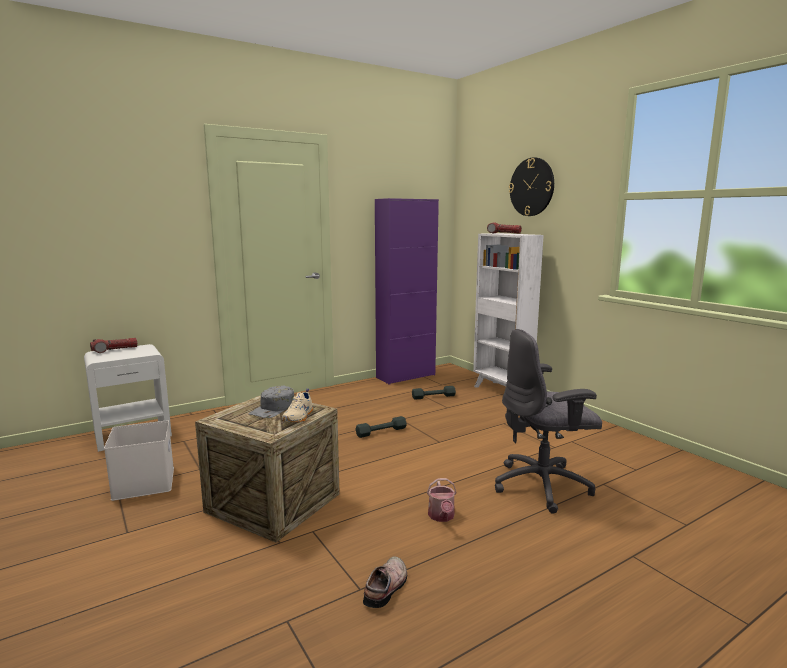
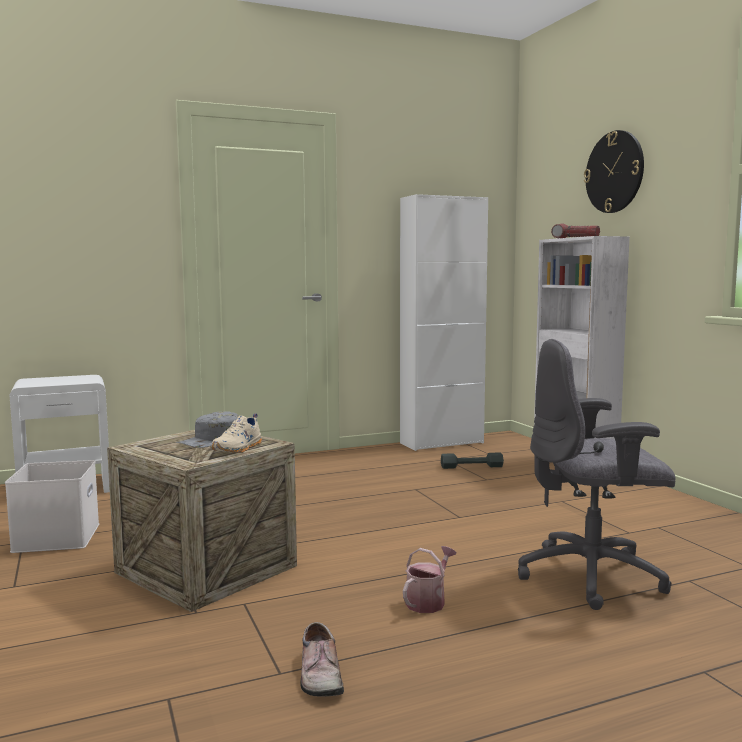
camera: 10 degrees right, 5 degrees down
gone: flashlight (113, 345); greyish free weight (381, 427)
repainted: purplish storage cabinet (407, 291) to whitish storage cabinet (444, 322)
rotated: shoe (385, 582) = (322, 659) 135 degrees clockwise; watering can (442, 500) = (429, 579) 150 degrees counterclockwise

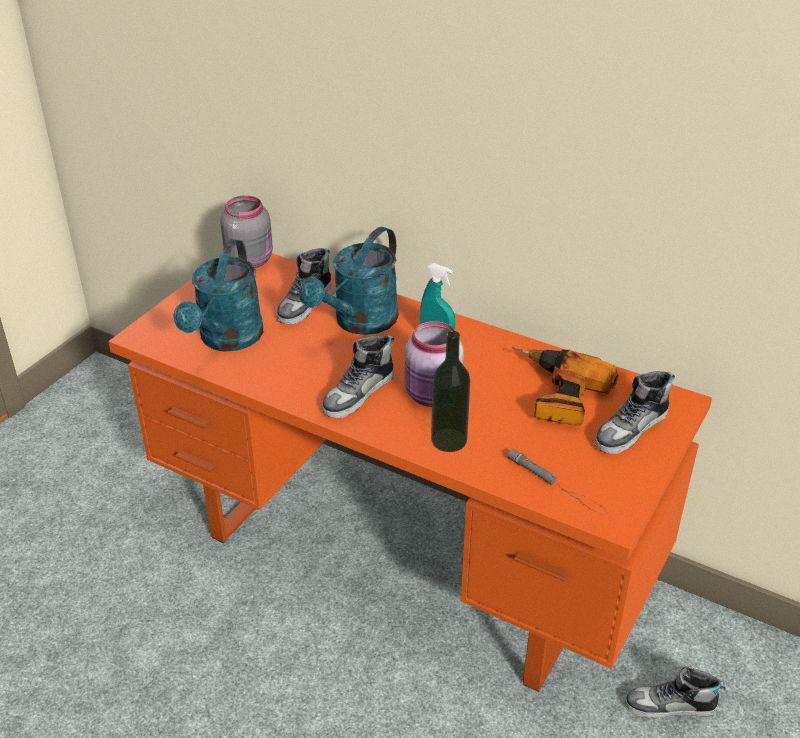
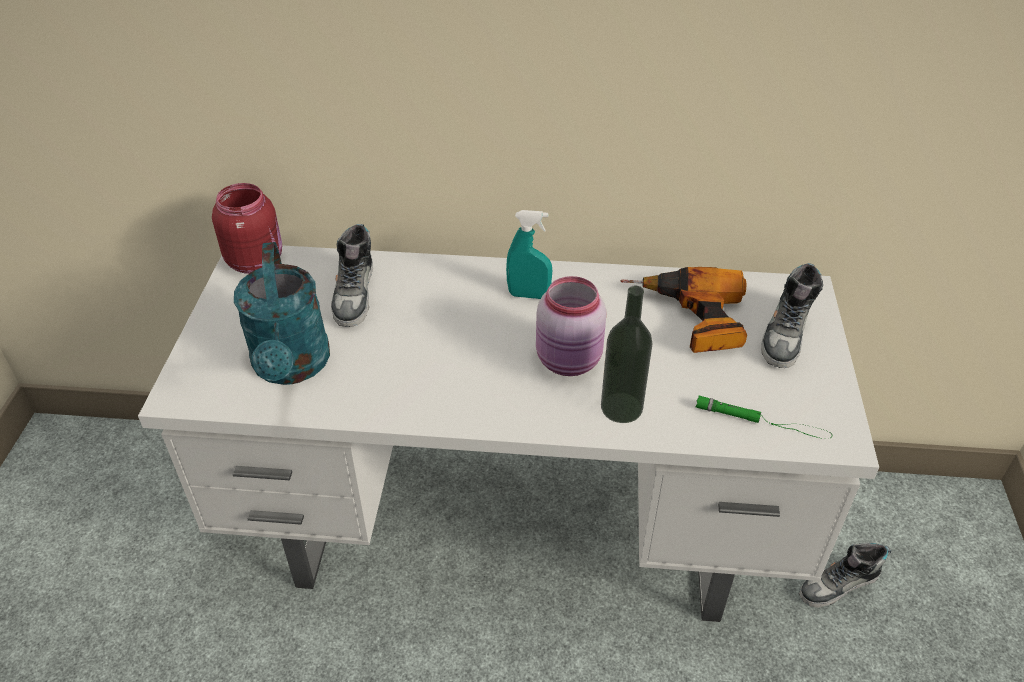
camera: 25 degrees left, 5 degrees up
gone: blue-green watering can (349, 281); shoe (358, 376)
repainted: orangey desk table (410, 472) to whitish desk table (508, 433); greyish jar (246, 231) to reddish jar (247, 228); greyish flashlight (556, 482) to green flashlight (763, 417)

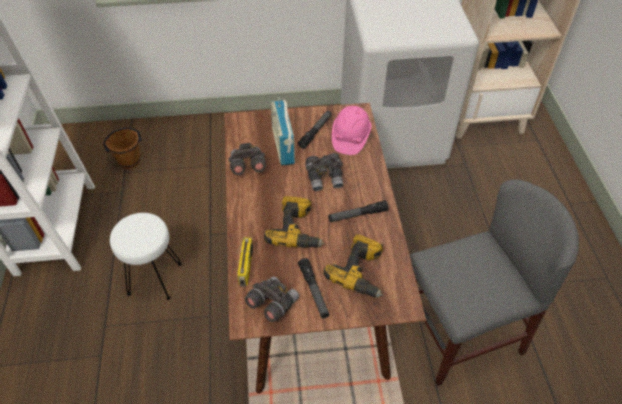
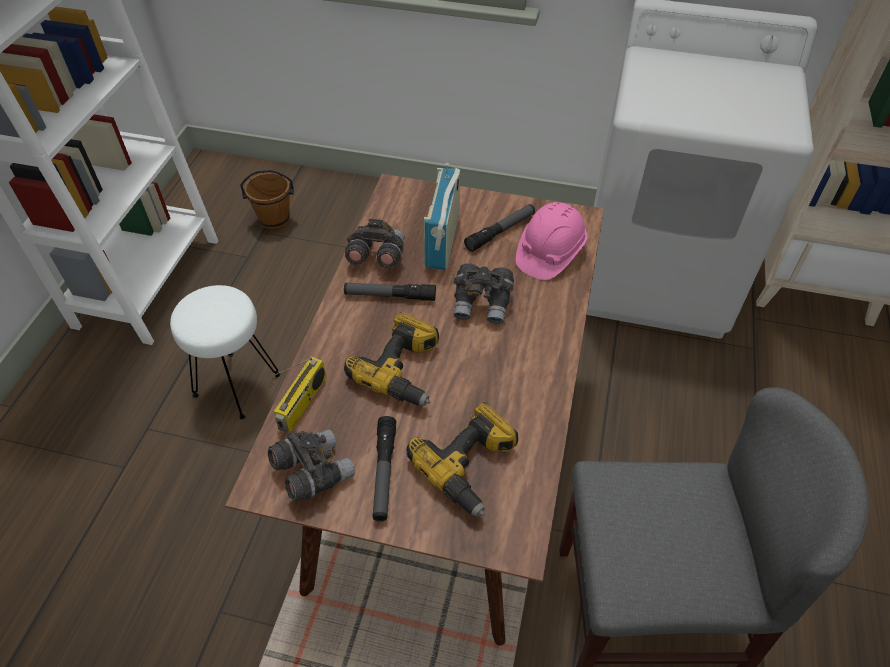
camera: 20 degrees right, 0 degrees up
shifted: flashlight (358, 211) to (390, 292)

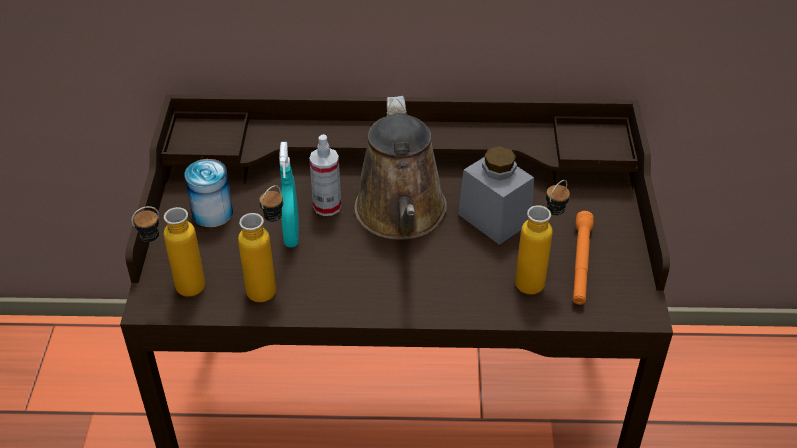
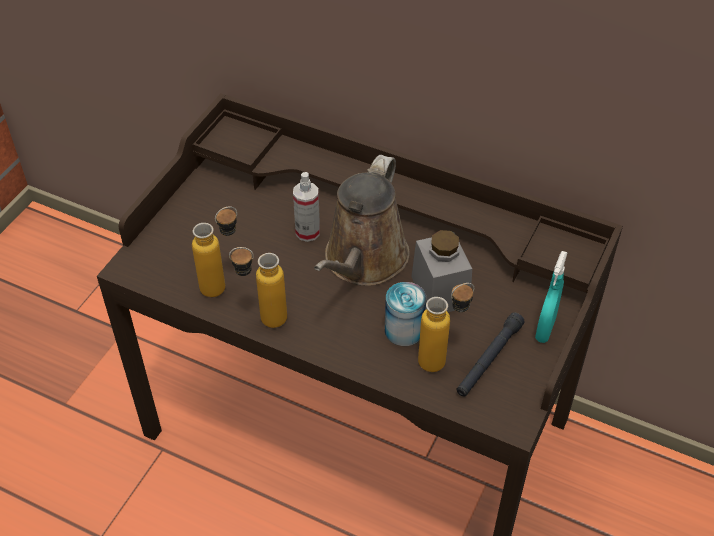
camera: 25 degrees right, 5 degrees up
shifted: bottle (168, 251) to (258, 287); metal can (208, 193) to (405, 314); blue-green sprayer (289, 194) to (551, 297)
repainted: orangey flashlight (583, 258) to black flashlight (490, 354)

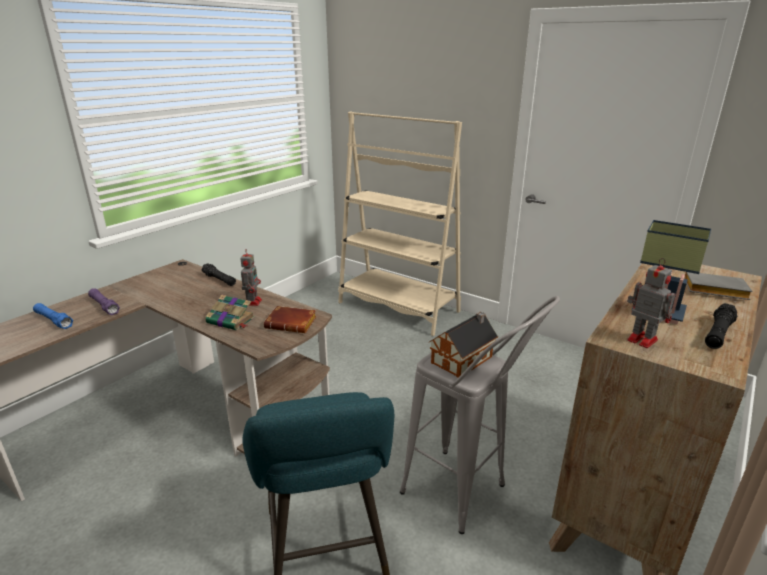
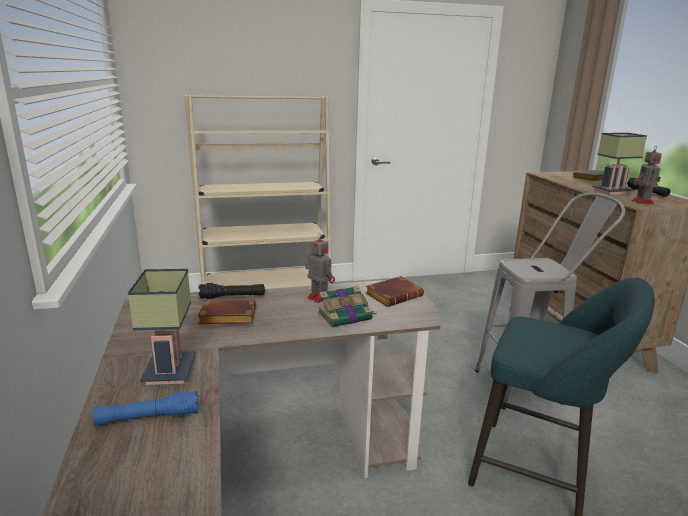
camera: 50 degrees left, 5 degrees down
gone: model house (463, 345)
new: brownish volume (227, 312)
swapped: purplish flashlight (104, 301) to tabletop lamp (162, 327)
rotated: toy robot (651, 303) = (647, 174) 90 degrees counterclockwise

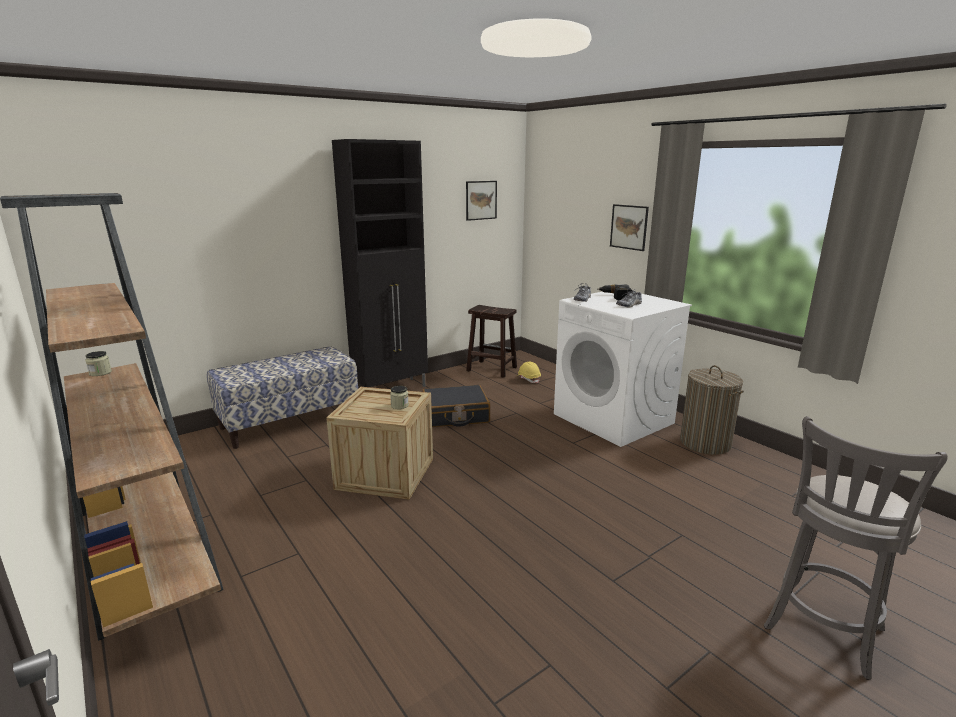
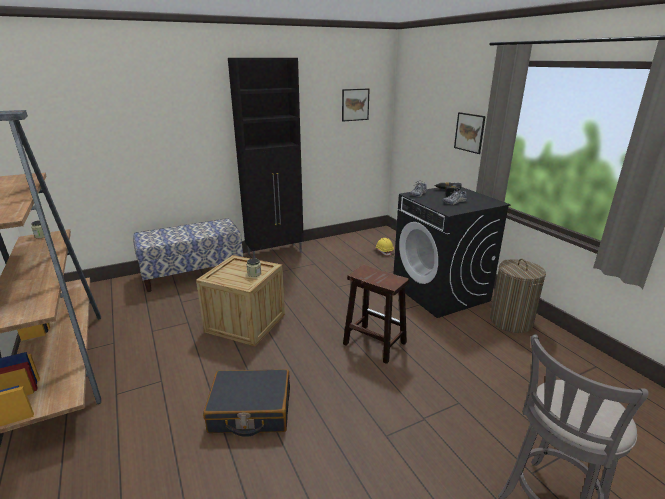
camera: 10 degrees right, 5 degrees up
shifted: black suitcase (456, 406) to (246, 403); brownish sitting stool (491, 341) to (376, 314)
repainted: whitish laundry appliance (623, 369) to black laundry appliance (452, 252)

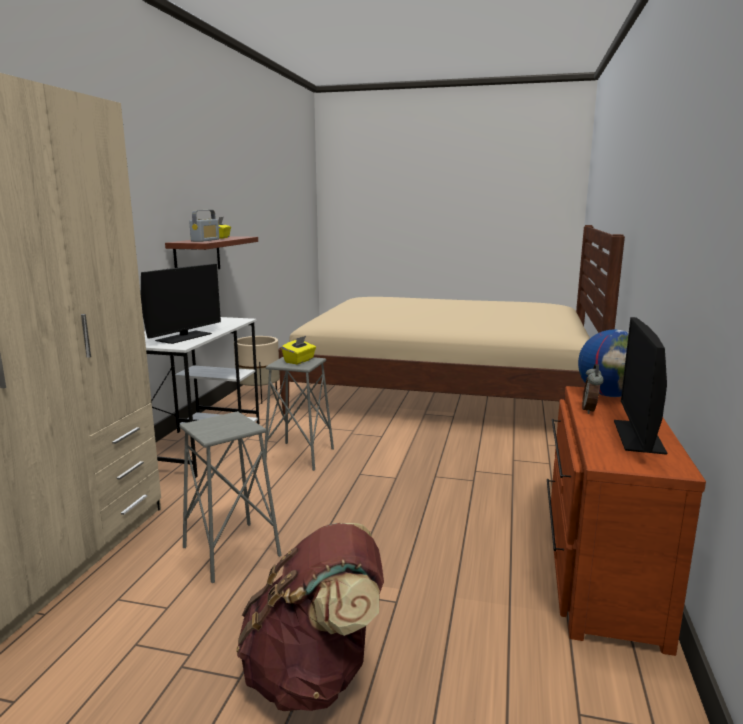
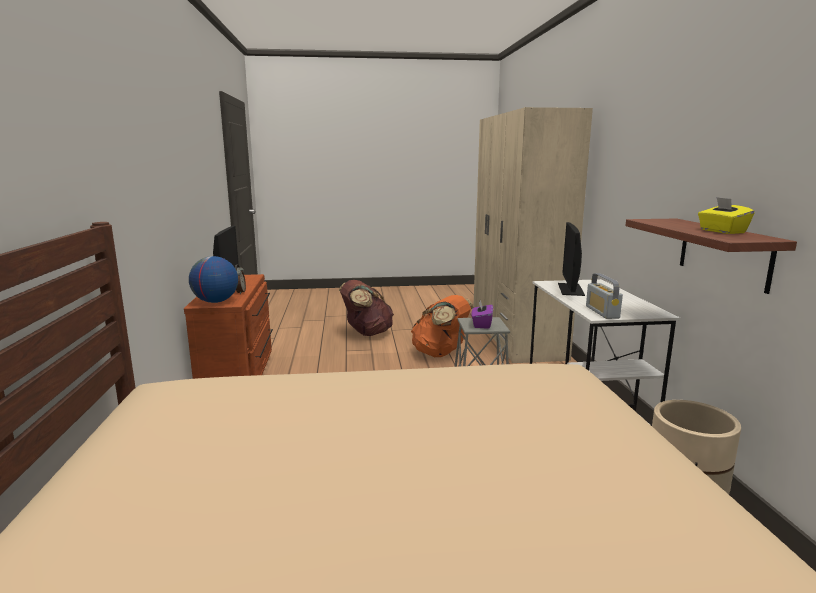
camera: 160 degrees right, 0 degrees up
shifted: radio (204, 226) to (604, 296)
swapped: greyish sitting stool (230, 497) to orangey rucksack (442, 326)
repainted: yellow-coloured tissue holder (298, 350) to purplish tissue holder (482, 314)

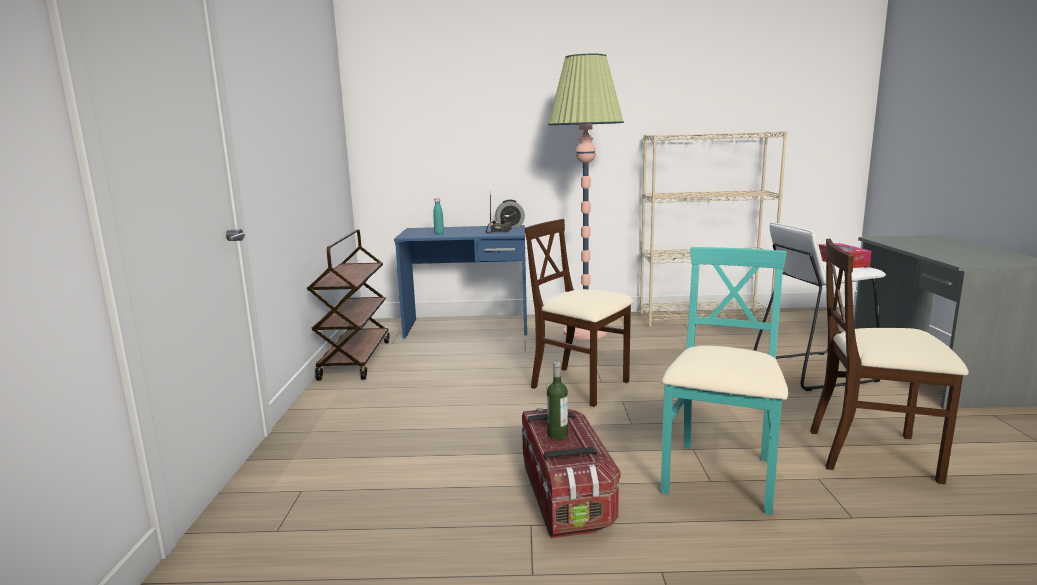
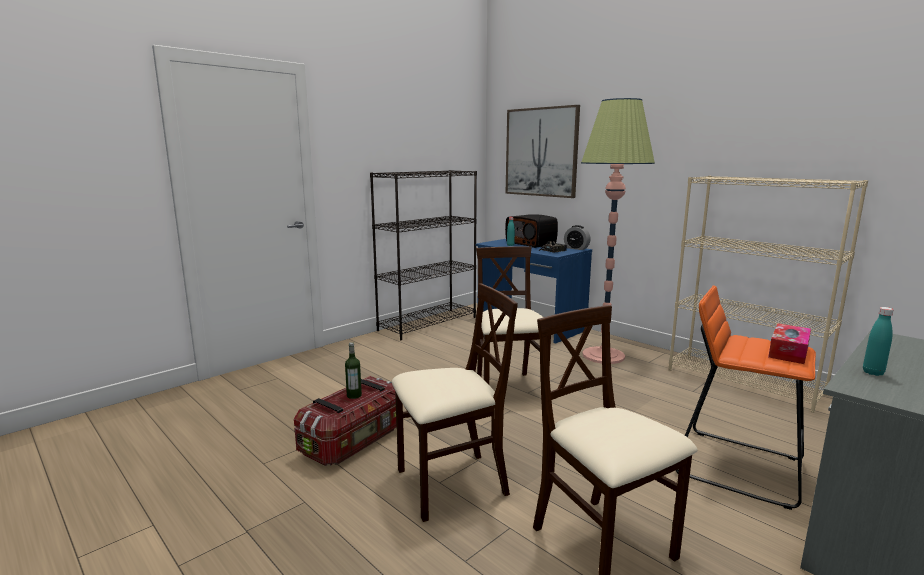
camera: 45 degrees right, 0 degrees up
new: radio (531, 231); picture (543, 151); blue-green bottle (878, 341)
swapped: brownish cart (348, 305) to black bookcase (423, 255)
repainted: blue-green plain chair (724, 381) to sand-coloured plain chair (455, 402); whitish sitting stool (820, 307) to orangey sitting stool (745, 397)

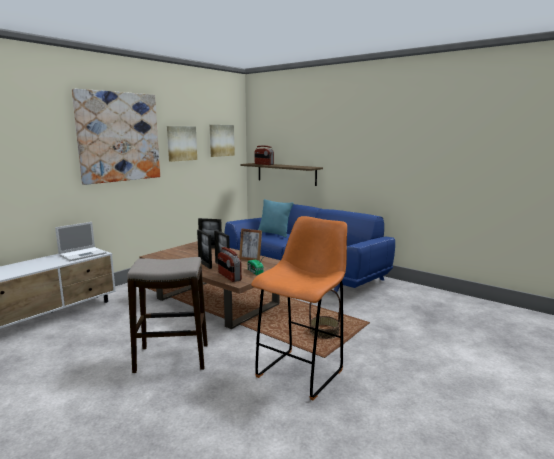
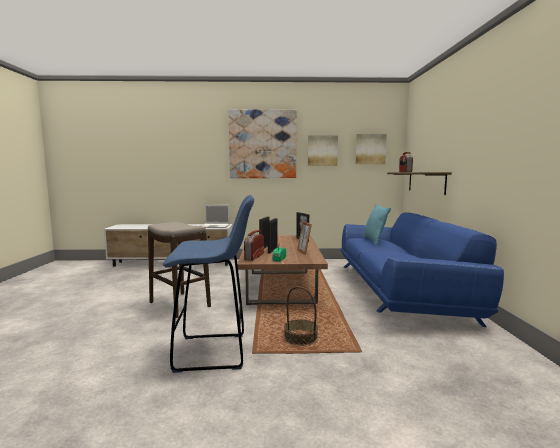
camera: 50 degrees right, 5 degrees down
repainted: orangey sitting stool (299, 308) to bluish sitting stool (208, 284)

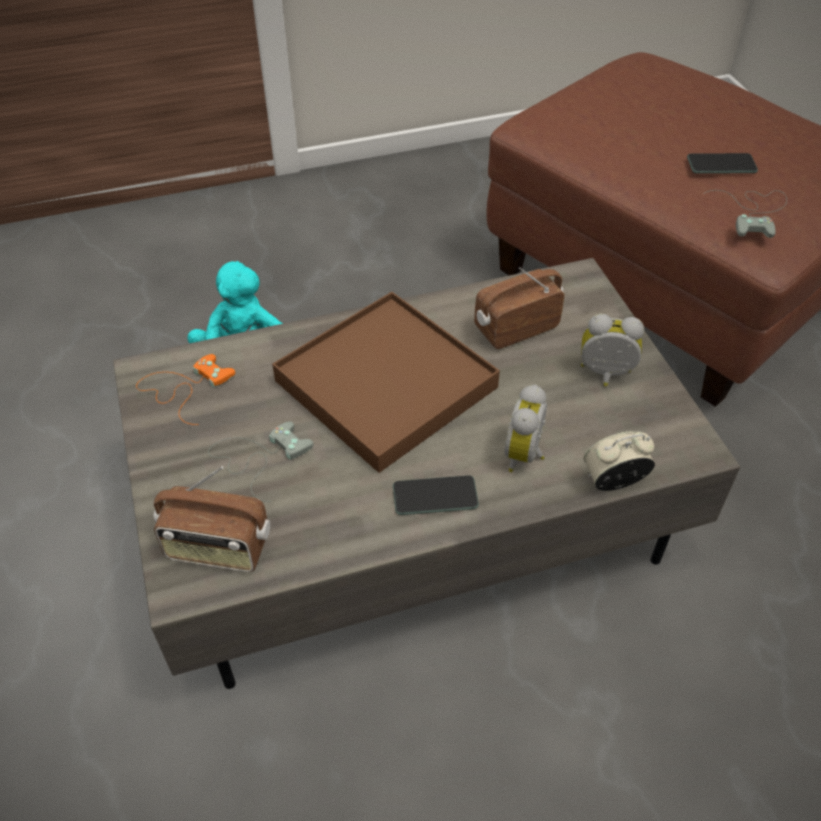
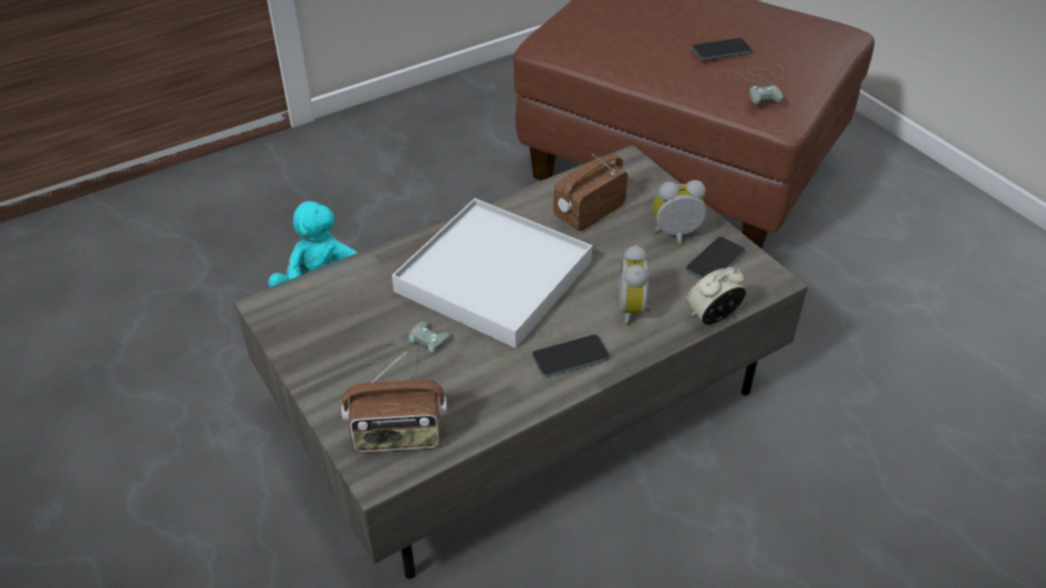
camera: 15 degrees left, 5 degrees down
gone: orangey game controller (185, 389)
new: handset (715, 258)
repainted: brownish serving tray (386, 382) to whitish serving tray (492, 273)

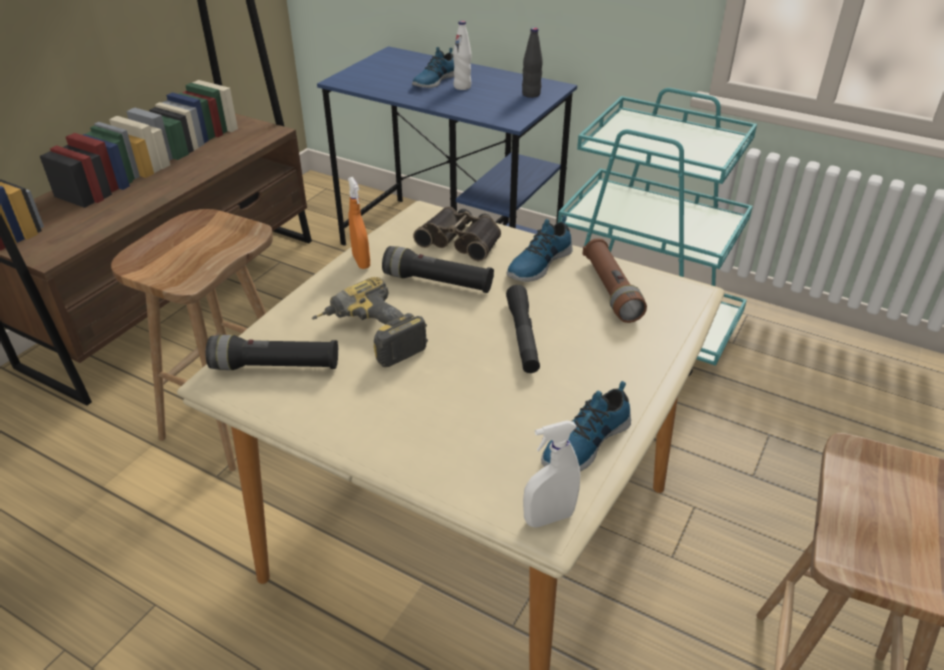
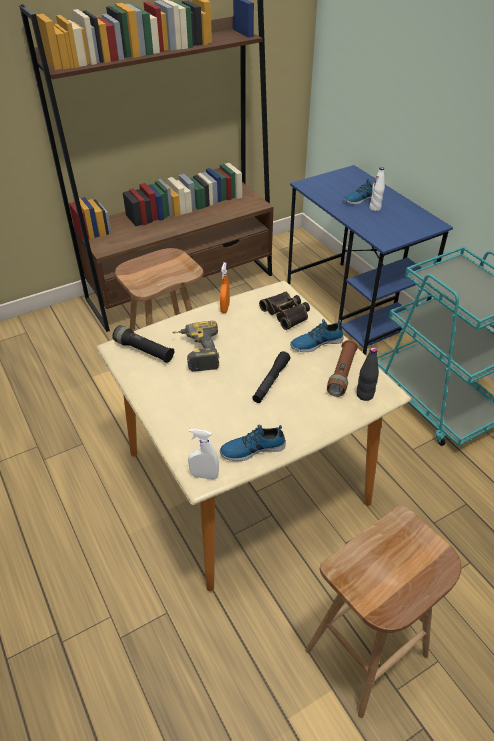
camera: 30 degrees right, 5 degrees up
gone: black flashlight (438, 269)
shifted: black bottle (532, 62) to (368, 374)

